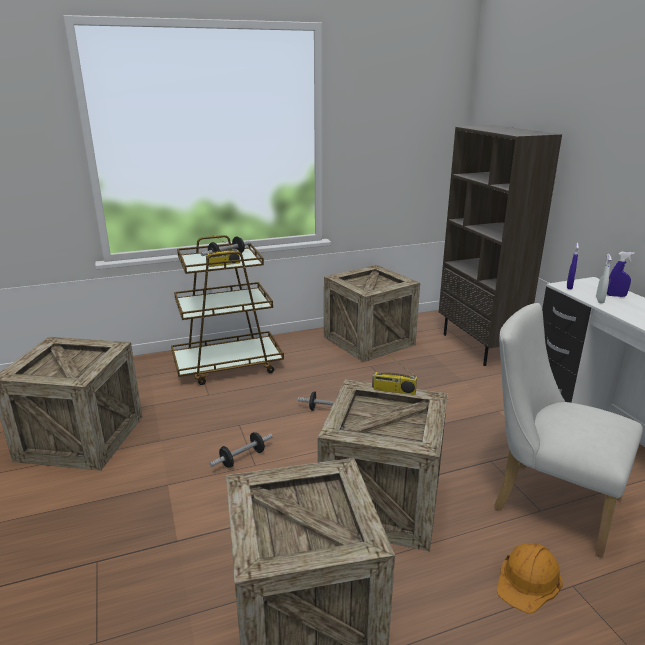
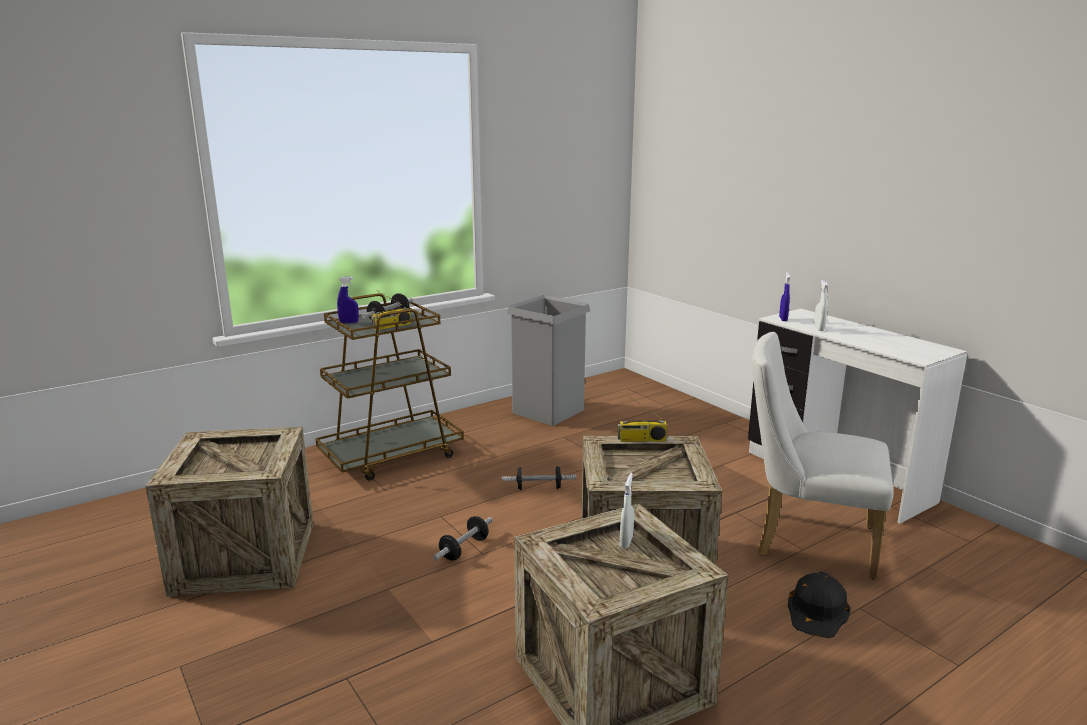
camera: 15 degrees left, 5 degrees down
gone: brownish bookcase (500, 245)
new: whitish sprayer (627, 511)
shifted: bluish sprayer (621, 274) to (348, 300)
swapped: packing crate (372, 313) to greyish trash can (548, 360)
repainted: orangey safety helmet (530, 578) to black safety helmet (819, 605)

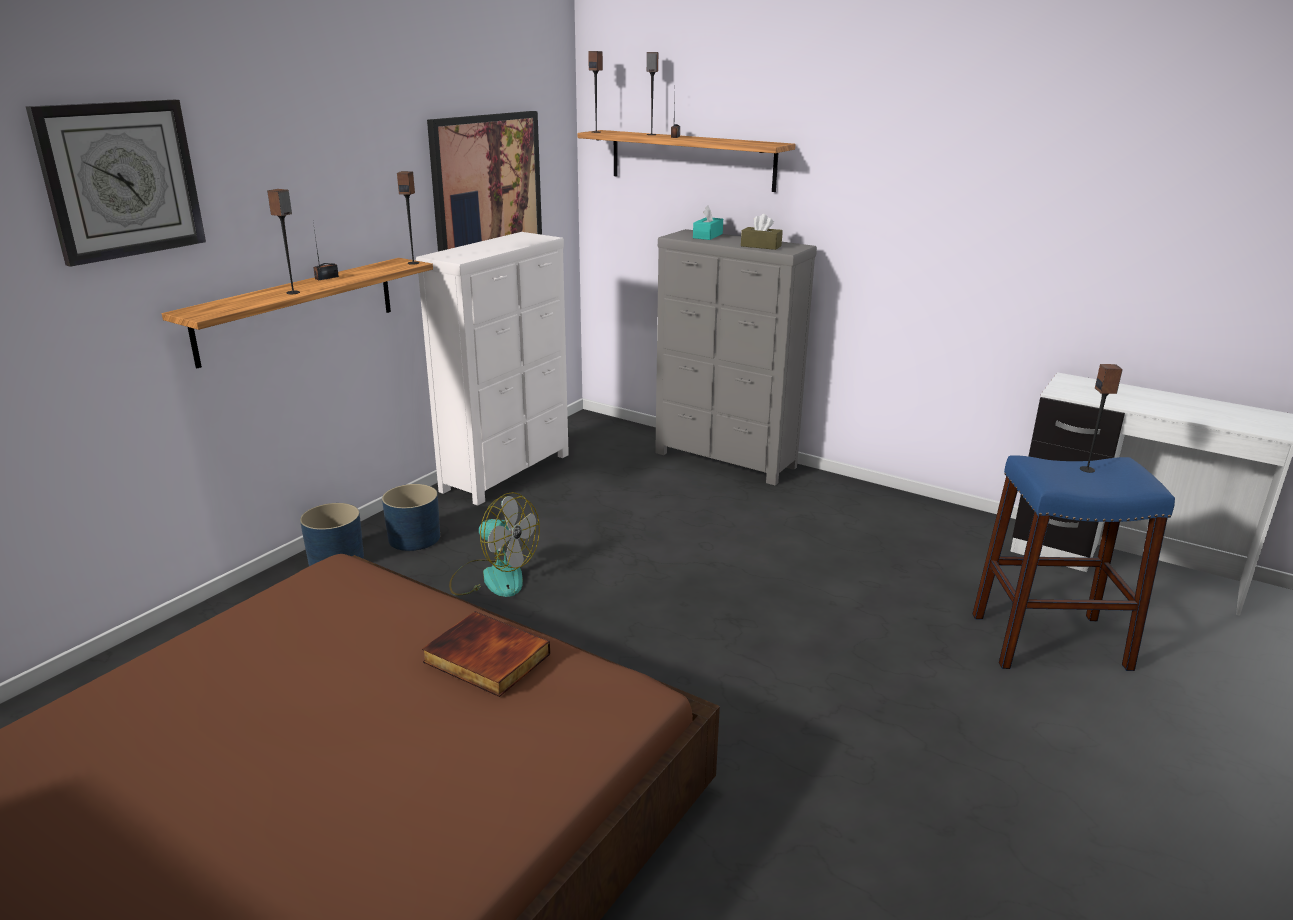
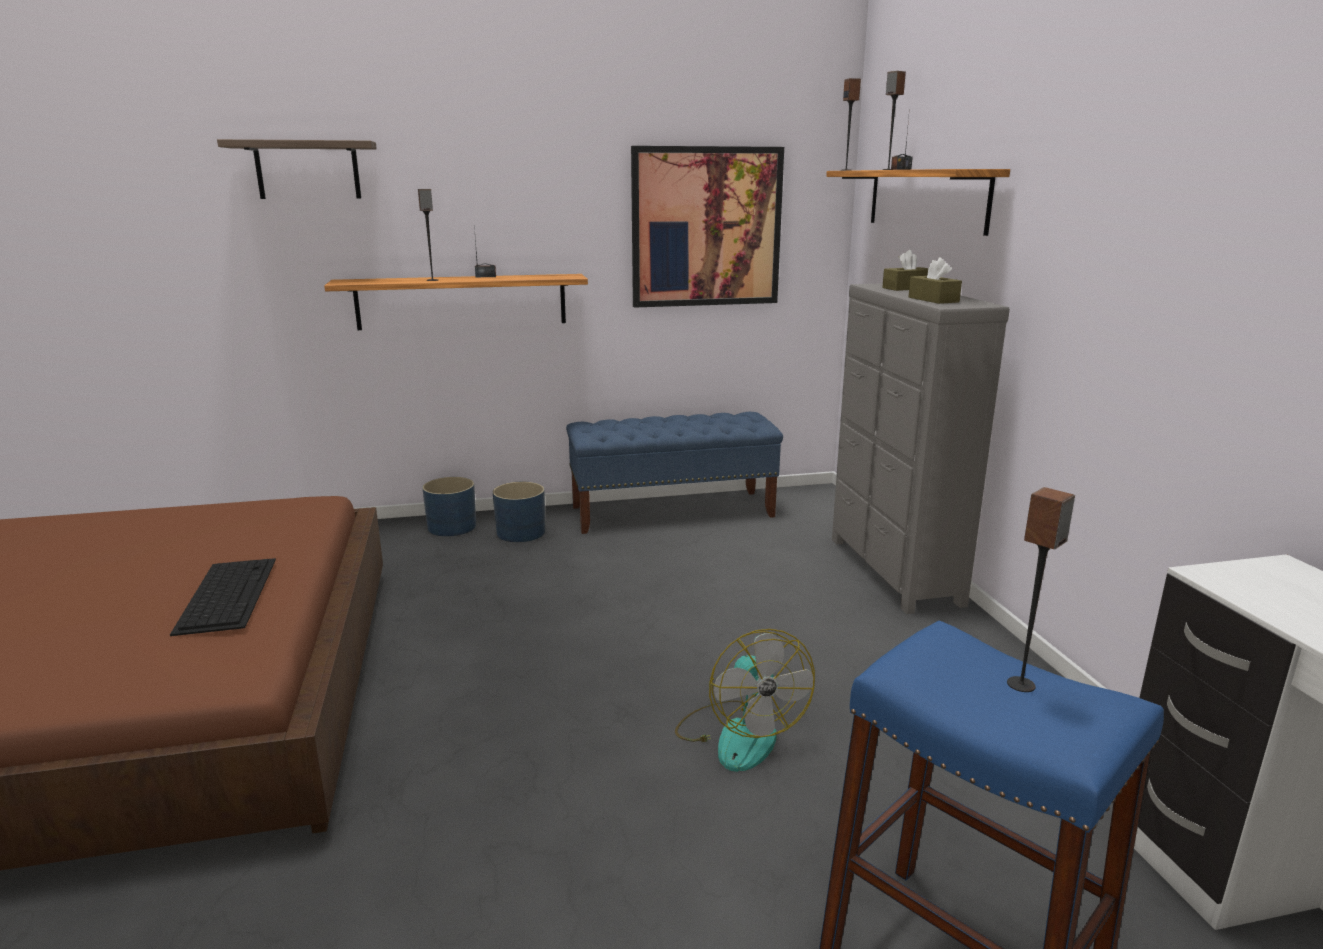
camera: 45 degrees right, 5 degrees down
gone: audio speaker (408, 218)
shifted: fan (494, 544) to (745, 700)
swapped: volume (486, 654) to computer keyboard (223, 597); wall clock (116, 183) to wall shelf (297, 169); whitish drawer chest (492, 369) to bluish bench (674, 473)
repainted: blue-green tissue holder (708, 222) to brownish tissue holder (905, 270)

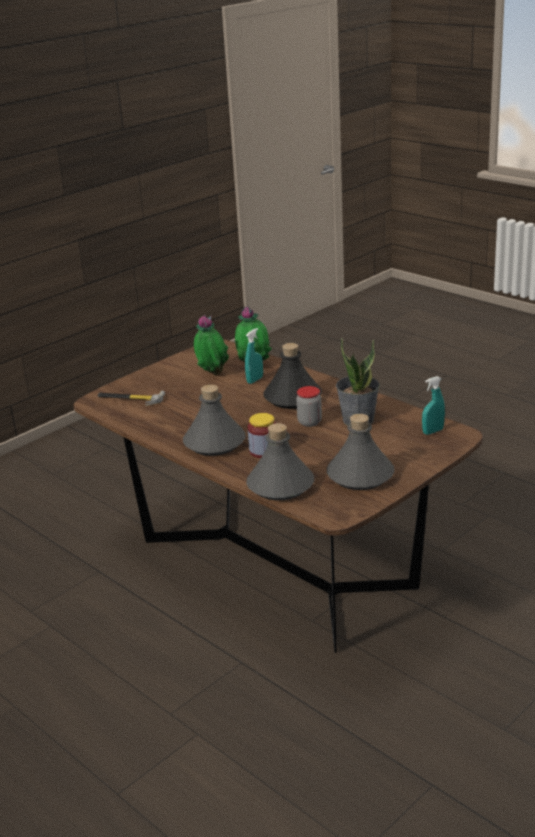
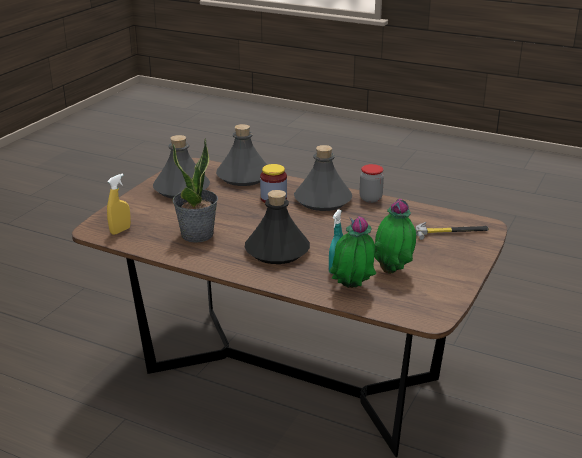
camera: 160 degrees right, 0 degrees up
shifted: jar (309, 406) to (371, 183)
repainted: blue-green sprayer (433, 405) to yellow-coloured sprayer (119, 204)

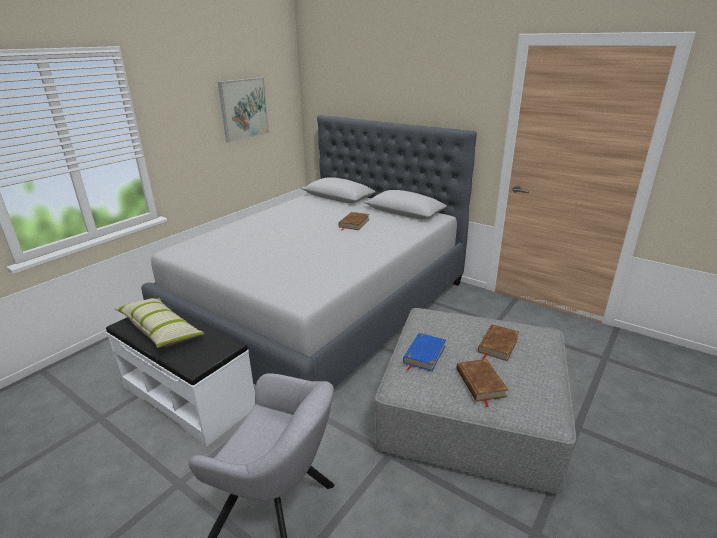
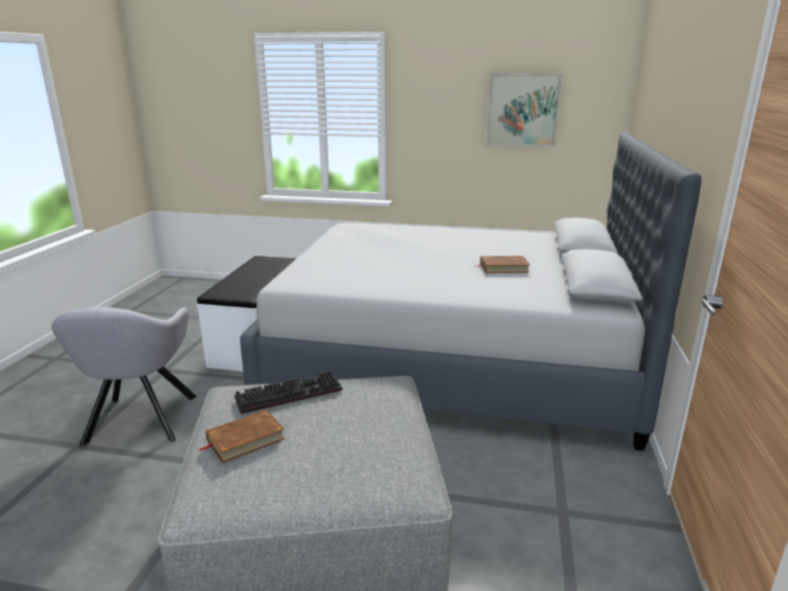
camera: 65 degrees right, 5 degrees down
gone: throw pillow (159, 323); brownish volume (498, 342)
swapped: bluish volume (424, 352) to computer keyboard (288, 392)

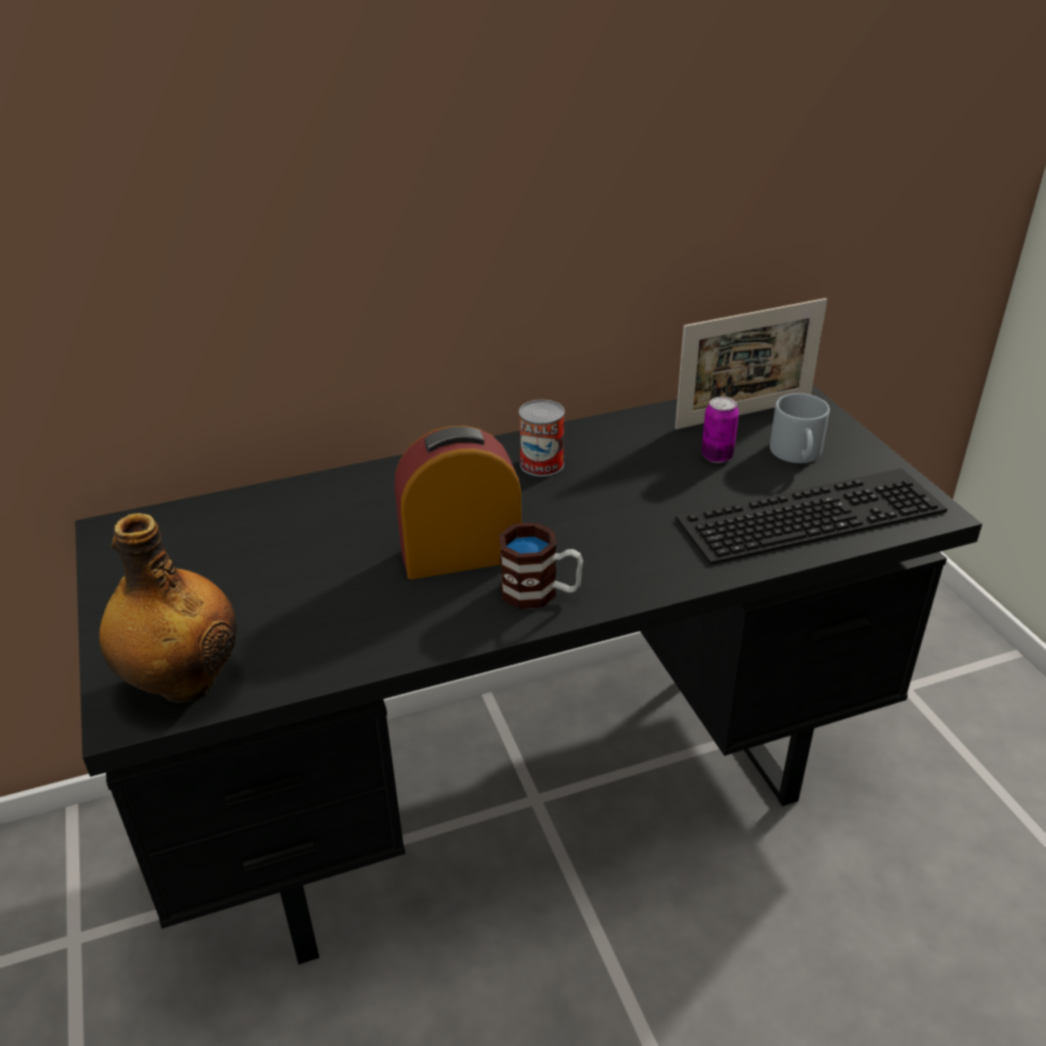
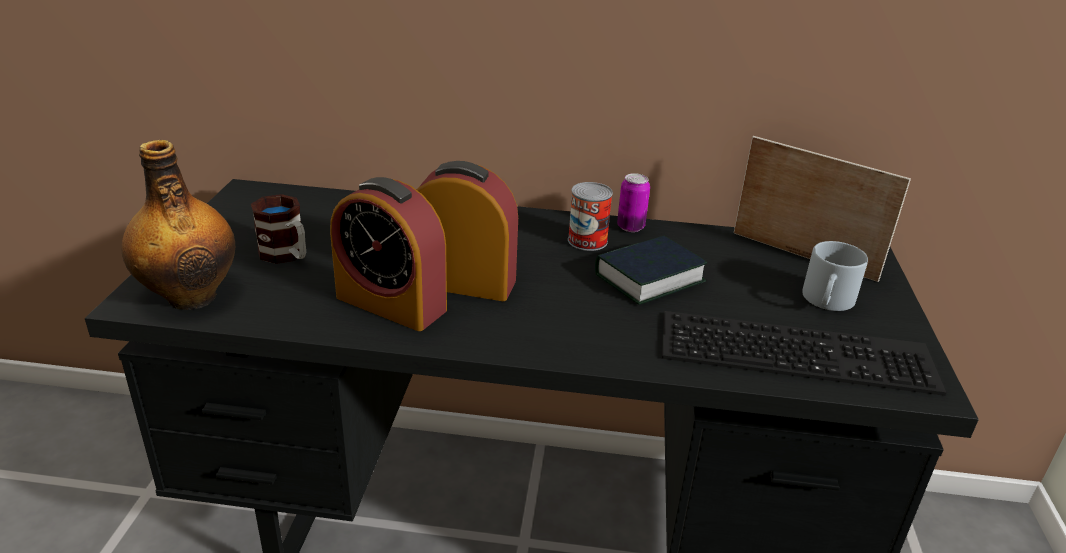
camera: 25 degrees right, 5 degrees down
new: table clock (388, 254); volume (651, 270)
shifted: mug (541, 565) to (278, 229); metal can (720, 430) to (633, 202)
rotated: photo frame (751, 363) = (822, 209) 150 degrees counterclockwise

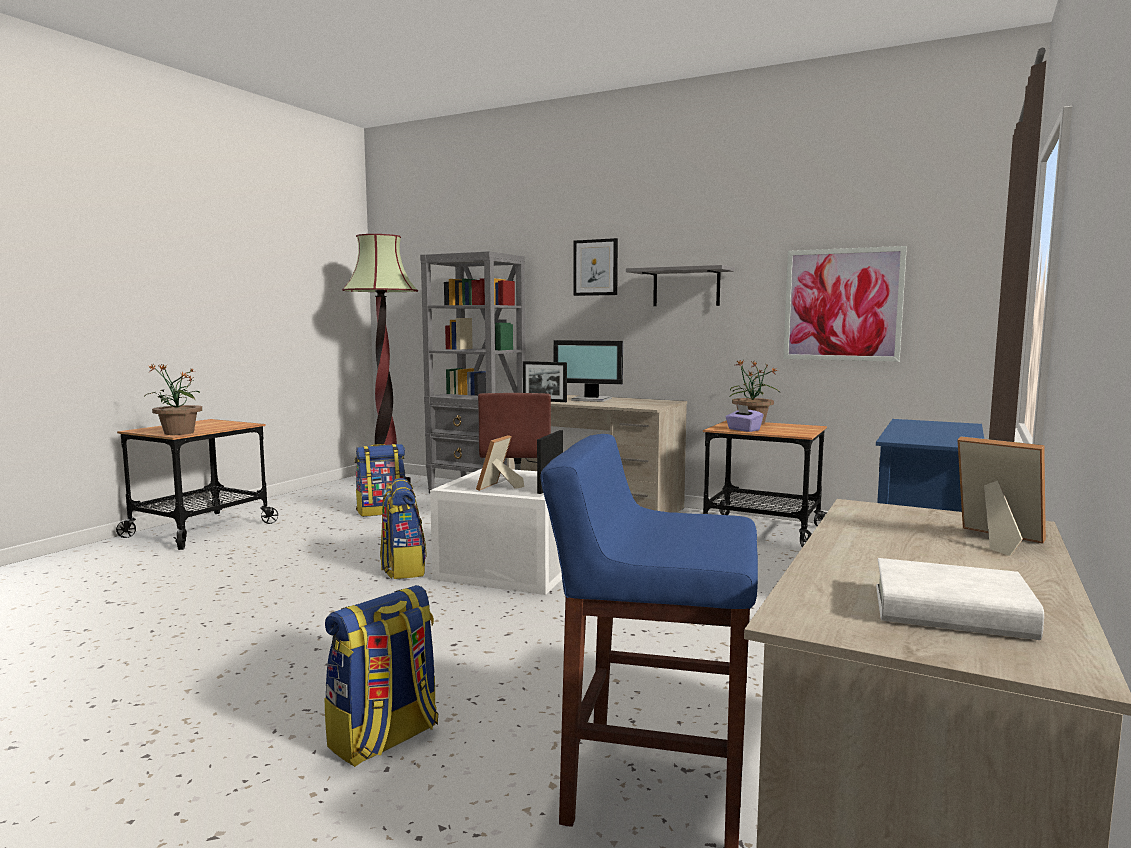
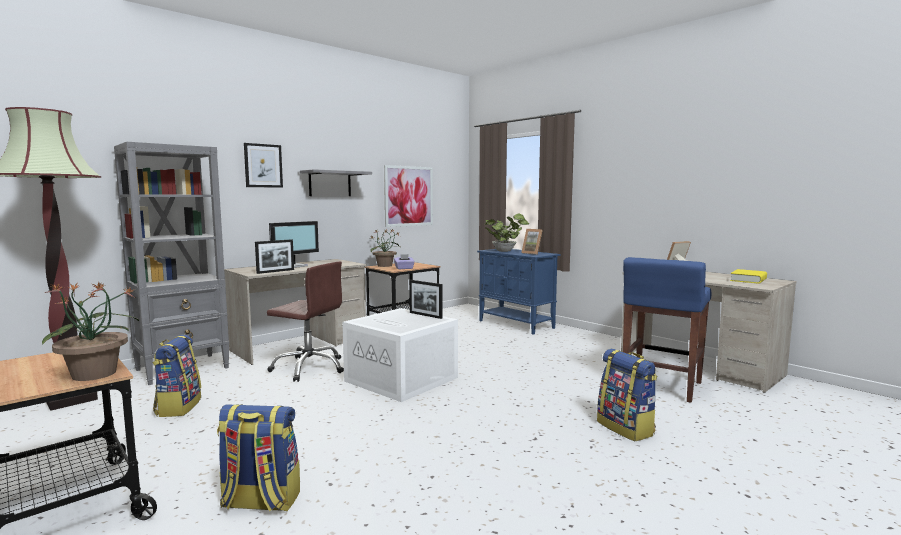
camera: 70 degrees left, 0 degrees up
new: potted plant (507, 233)
shifted: rucksack (403, 528) to (258, 457); photo frame (500, 463) to (532, 242)
repainted: whitish volume (960, 599) to yellow-coloured volume (748, 276)

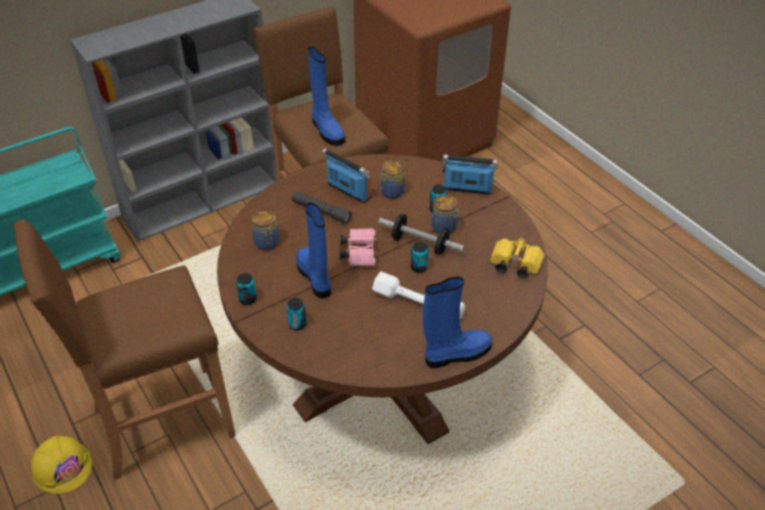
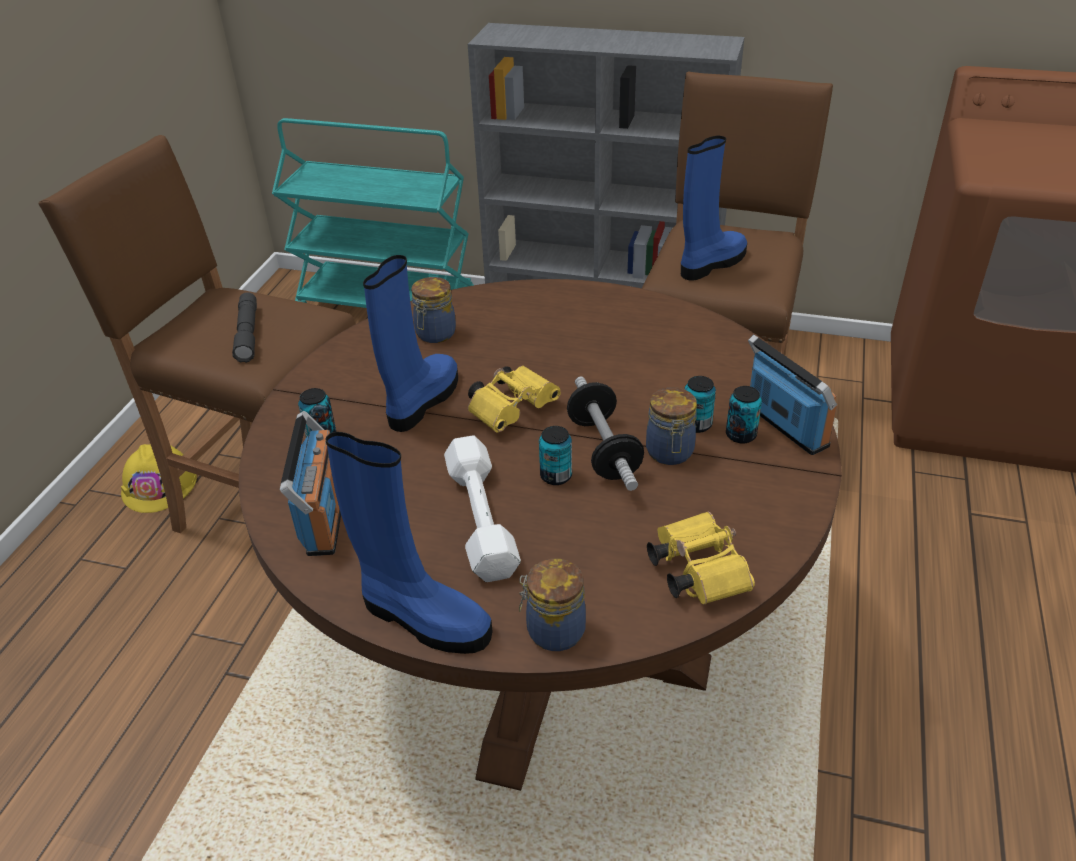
camera: 50 degrees right, 5 degrees down
shifted: greyish flashlight (322, 207) to (244, 327); radio (347, 175) to (310, 483); jar (392, 179) to (552, 605); metal can (246, 289) to (744, 415)
repainted: pinkish field glasses (358, 247) to yellow-coloured field glasses (514, 399)
rotated: bluish tall boot (326, 96) = (714, 208) 150 degrees counterclockwise

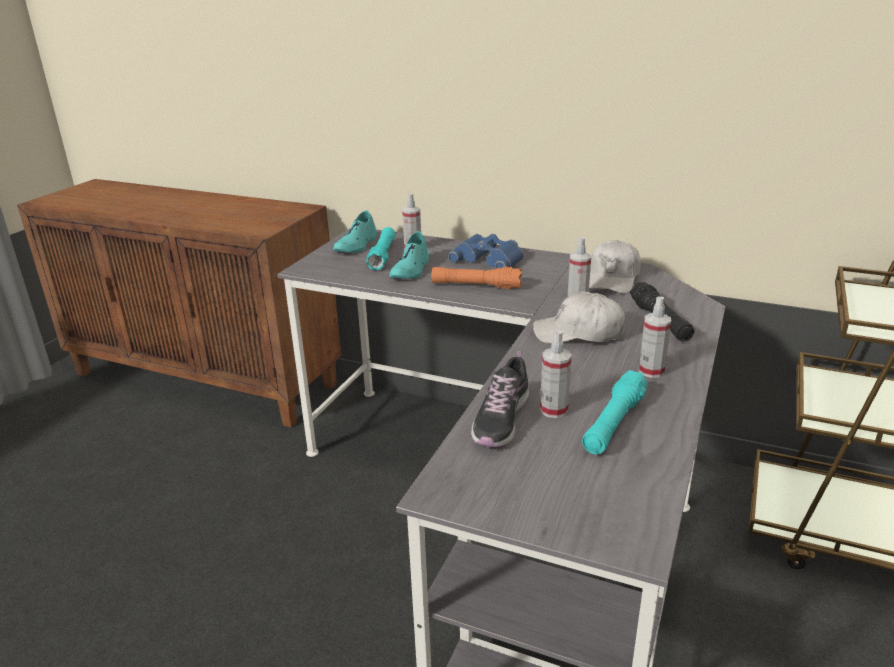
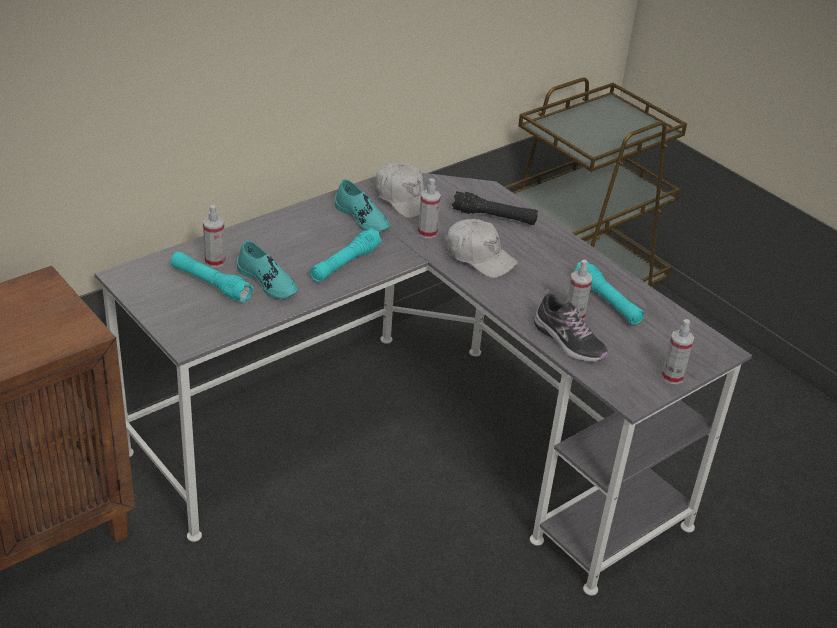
camera: 65 degrees left, 10 degrees up
gone: bluish field glasses (486, 251)
shifted: blue-green shoe (355, 231) to (362, 205); sprayer (655, 337) to (677, 351)
repainted: orangey flashlight (476, 277) to blue-green flashlight (346, 255)
rotated: whitish baseball cap (579, 317) = (481, 248) 90 degrees counterclockwise

